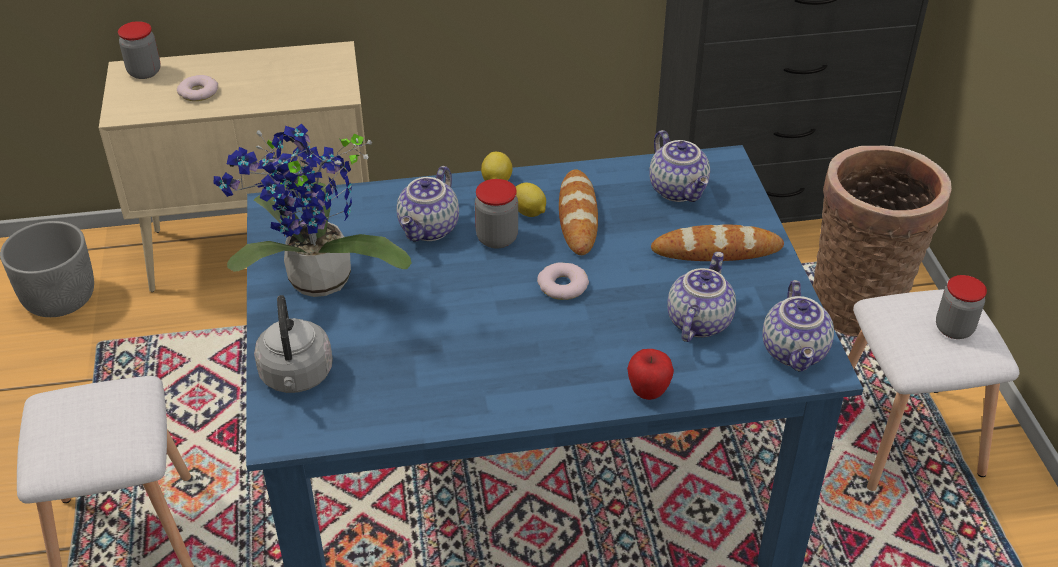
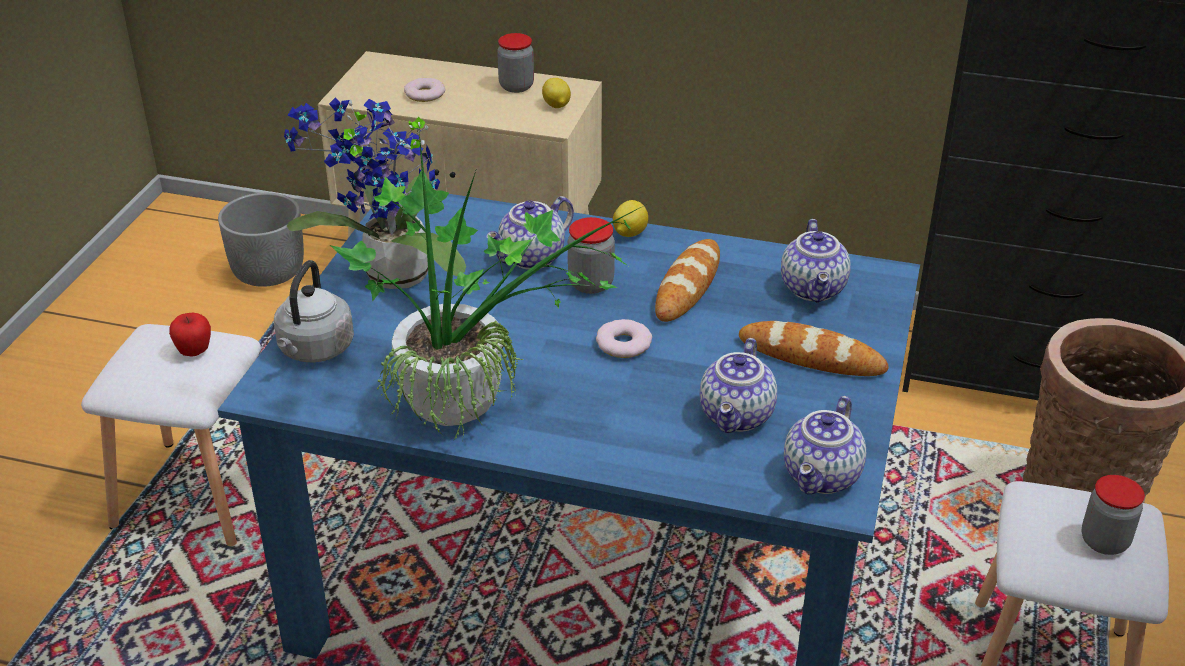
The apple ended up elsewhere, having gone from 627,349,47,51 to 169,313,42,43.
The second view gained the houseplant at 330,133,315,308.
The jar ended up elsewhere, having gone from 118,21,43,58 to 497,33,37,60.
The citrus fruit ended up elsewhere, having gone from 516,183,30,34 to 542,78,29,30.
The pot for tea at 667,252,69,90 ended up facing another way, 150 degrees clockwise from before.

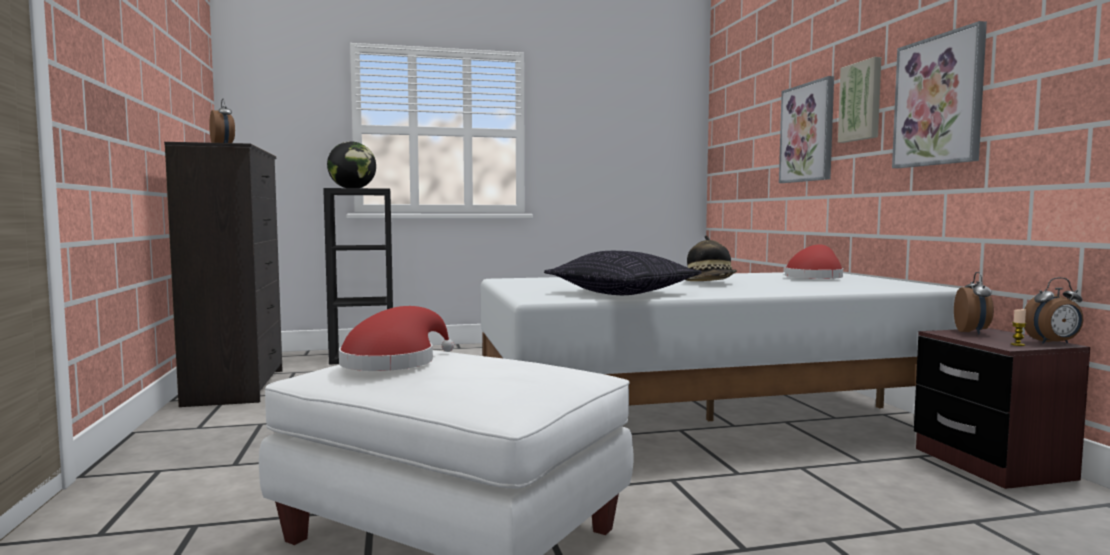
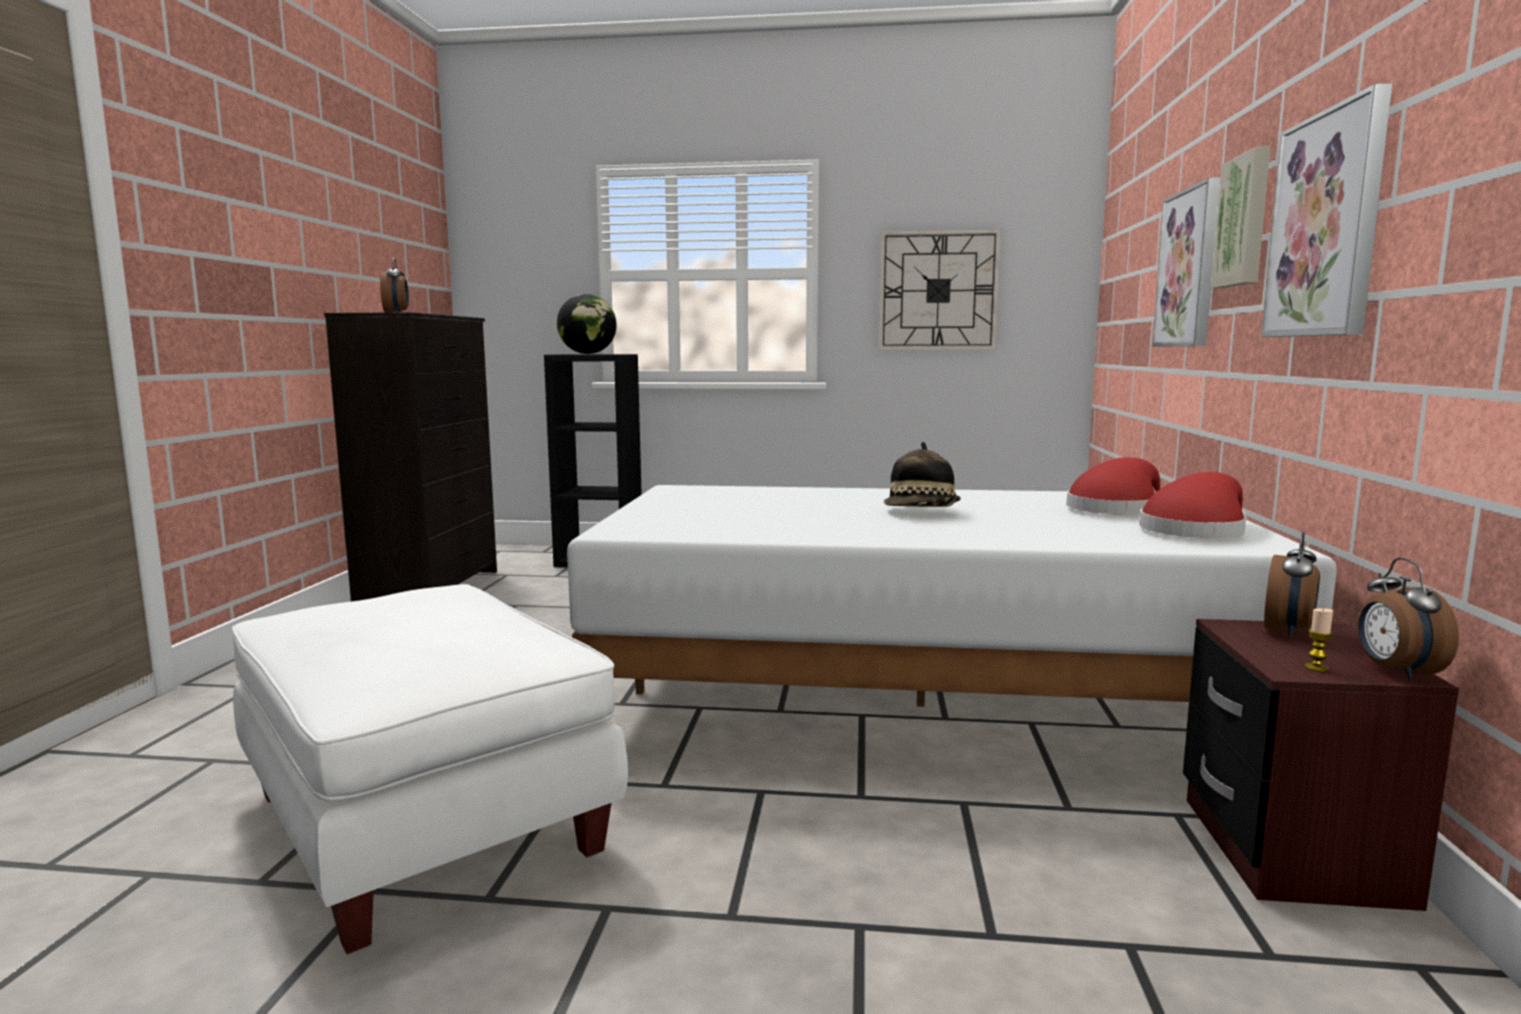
The second view gained the clock on the wall at 878,229,123,121.
The red-coloured hat ended up elsewhere, having gone from 339,306,115,65 to 1139,472,108,66.
The alarm clock at 1024,277,59,67 ended up facing another way, 75 degrees clockwise from before.
The second view lost the throw pillow at 544,251,158,44.

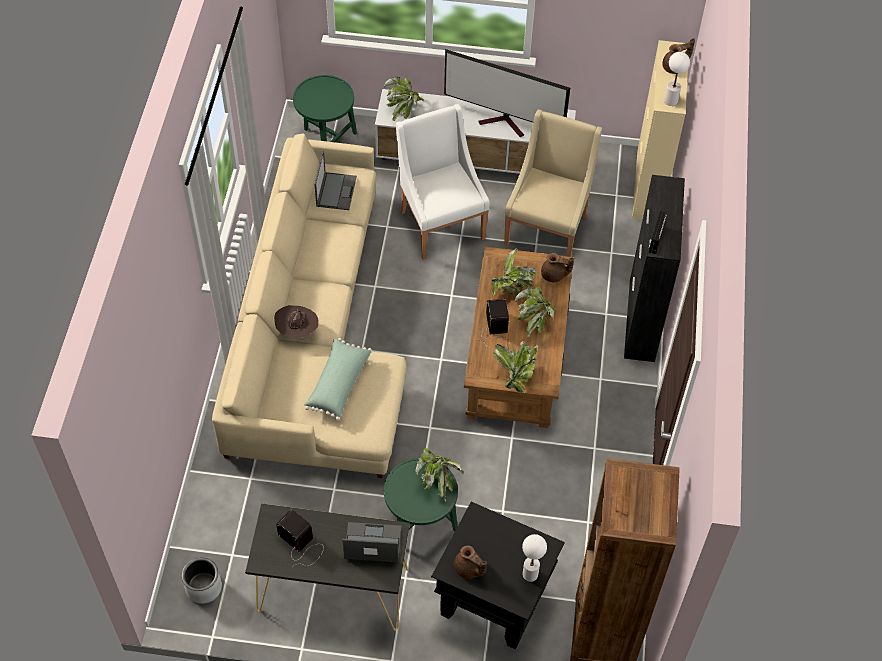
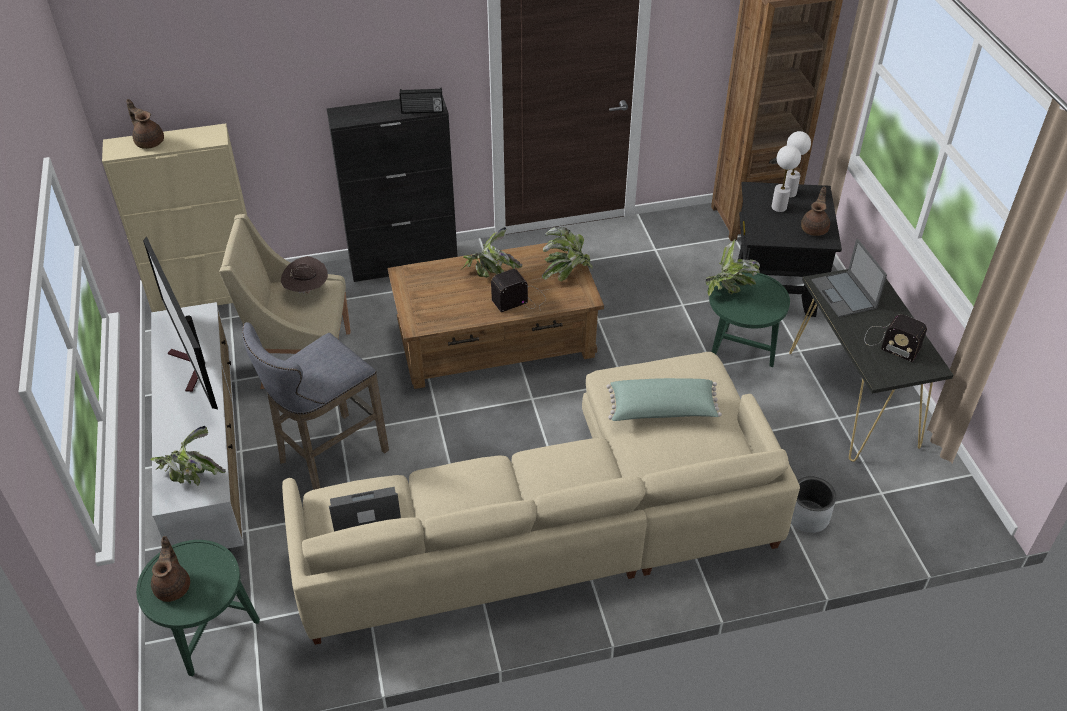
The TV set at 444,49,126,88 ended up facing another way, 150 degrees clockwise from before.
The brownish pot for tea ended up elsewhere, having gone from 541,253,33,30 to 151,536,39,66.
Where the white armchair stood at 396,104,94,156, the greyish sitting stool came to stand at 242,322,147,168.
The brownish hat ended up elsewhere, having gone from 274,305,45,34 to 281,256,47,38.
The white tabletop lamp ended up elsewhere, having gone from 664,52,26,54 to 771,145,30,67.
The greyish planter ended up elsewhere, having gone from 182,557,40,47 to 791,476,45,57.
The radio receiver at 276,510,48,56 ended up facing another way, 75 degrees counterclockwise from before.
The second view lost the houseplant at 492,247,44,49.

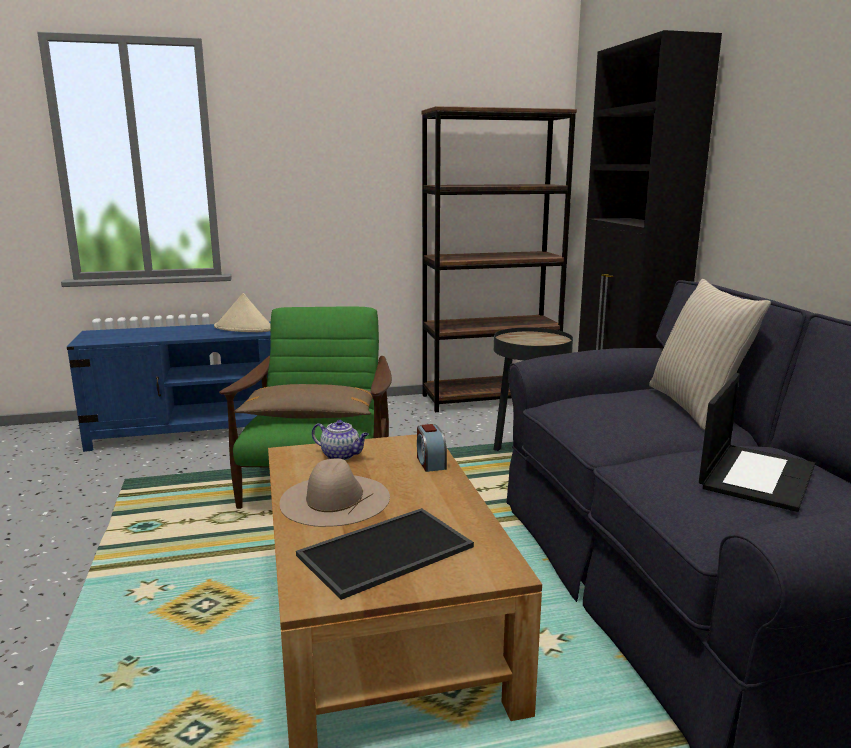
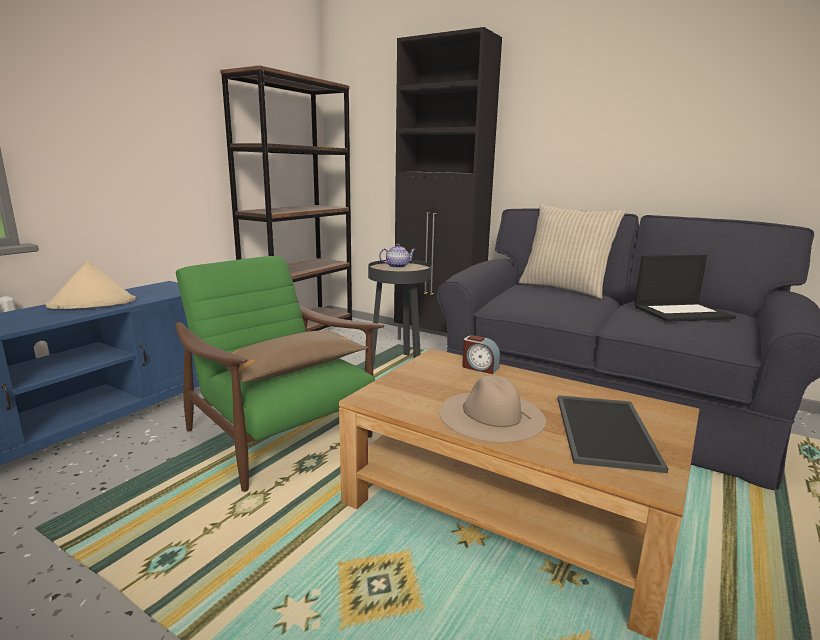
The pot for tea ended up elsewhere, having gone from 312,420,57,40 to 379,244,37,24.
The notebook computer at 699,373,116,139 ended up facing another way, 90 degrees clockwise from before.

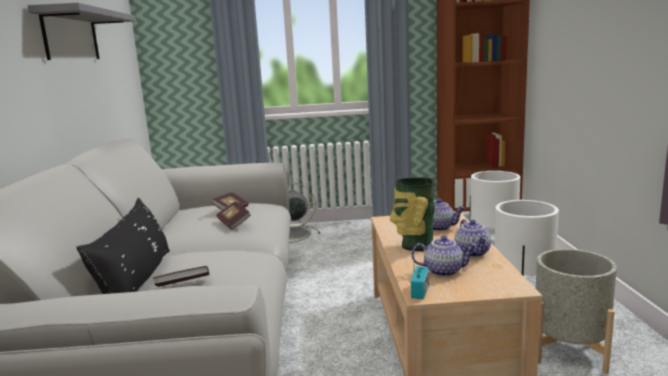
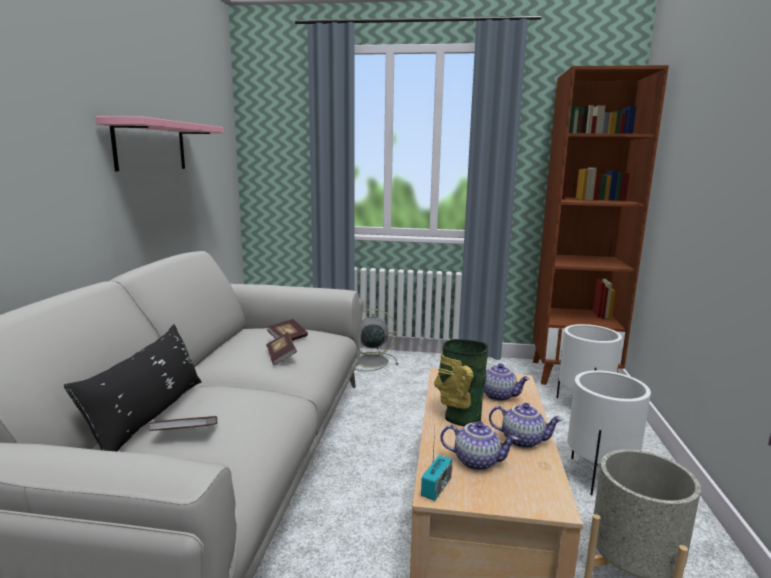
What was the greyish wall shelf at 27,2,109,58 turned into the pink-coloured wall shelf at 96,116,128,55.
The pot for tea at 454,219,37,38 ended up facing another way, 75 degrees counterclockwise from before.

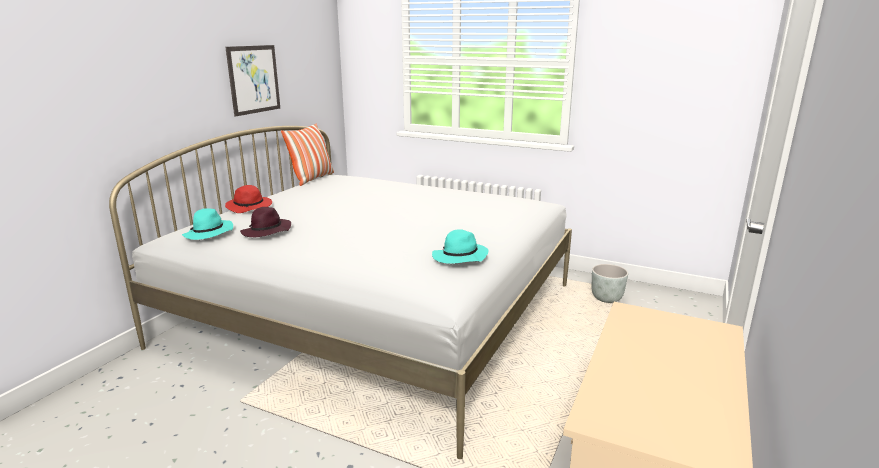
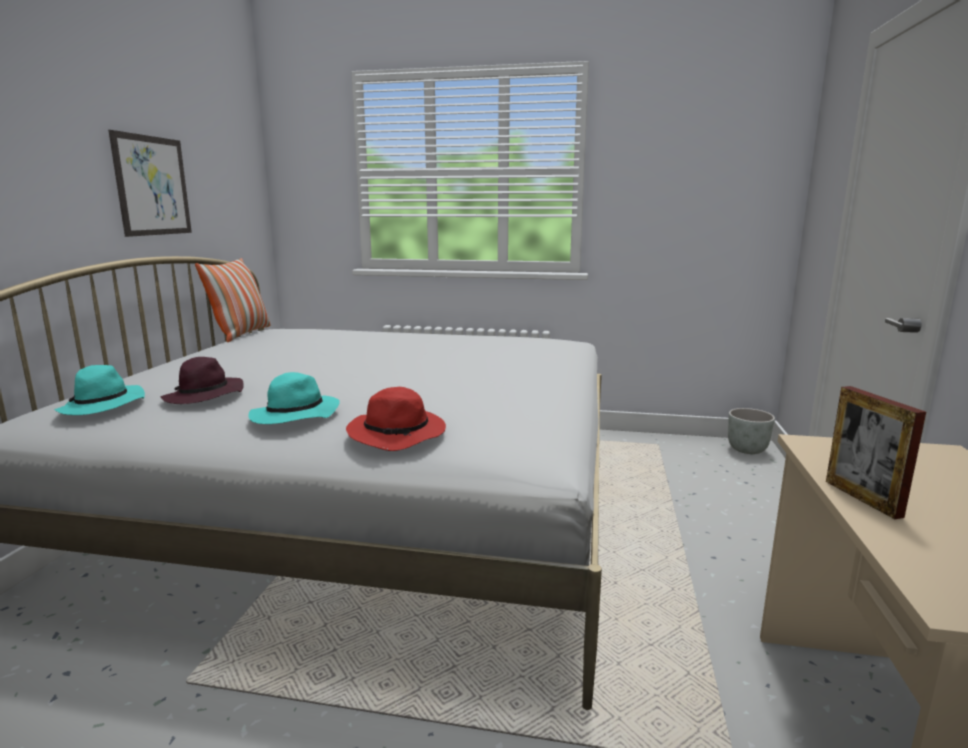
The turquoise hat ended up elsewhere, having gone from 432,229,57,35 to 248,372,92,52.
The red-coloured hat ended up elsewhere, having gone from 225,185,47,28 to 346,387,100,64.
The greyish planter ended up elsewhere, having gone from 592,264,37,39 to 728,408,47,46.
The second view gained the photo frame at 826,386,100,133.

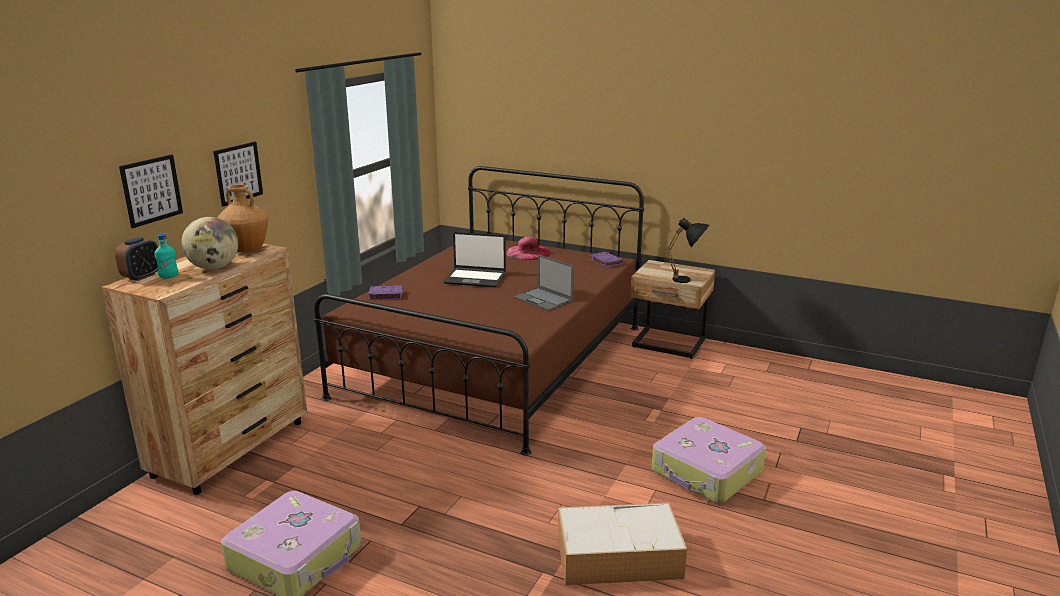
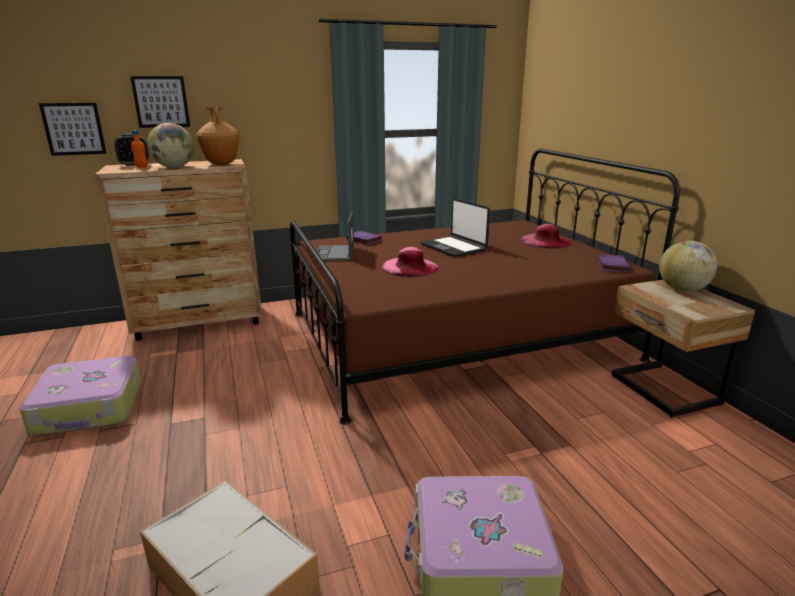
The wall picture ended up elsewhere, having gone from 213,142,50,65 to 39,103,68,53.
What was the turquoise bottle at 154,234,24,45 turned into the orange bottle at 131,130,17,38.
The notebook computer ended up elsewhere, having gone from 514,255,60,56 to 313,211,41,50.
The second view gained the pink-coloured hat at 382,247,56,30.
The second view gained the world globe at 659,241,59,51.
The second view lost the black-coloured tabletop lamp at 666,218,43,65.

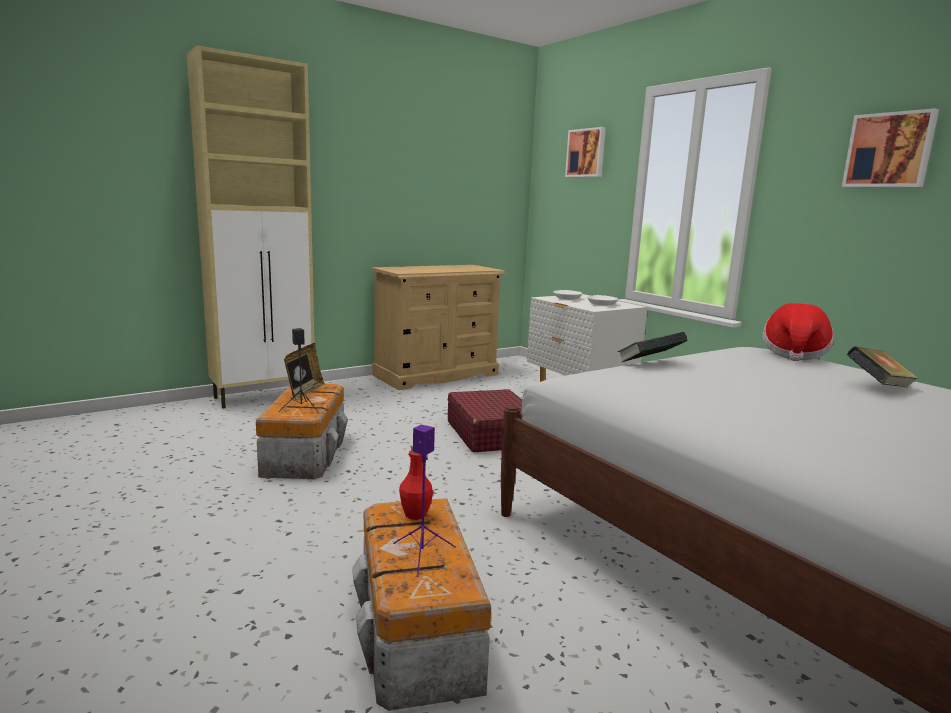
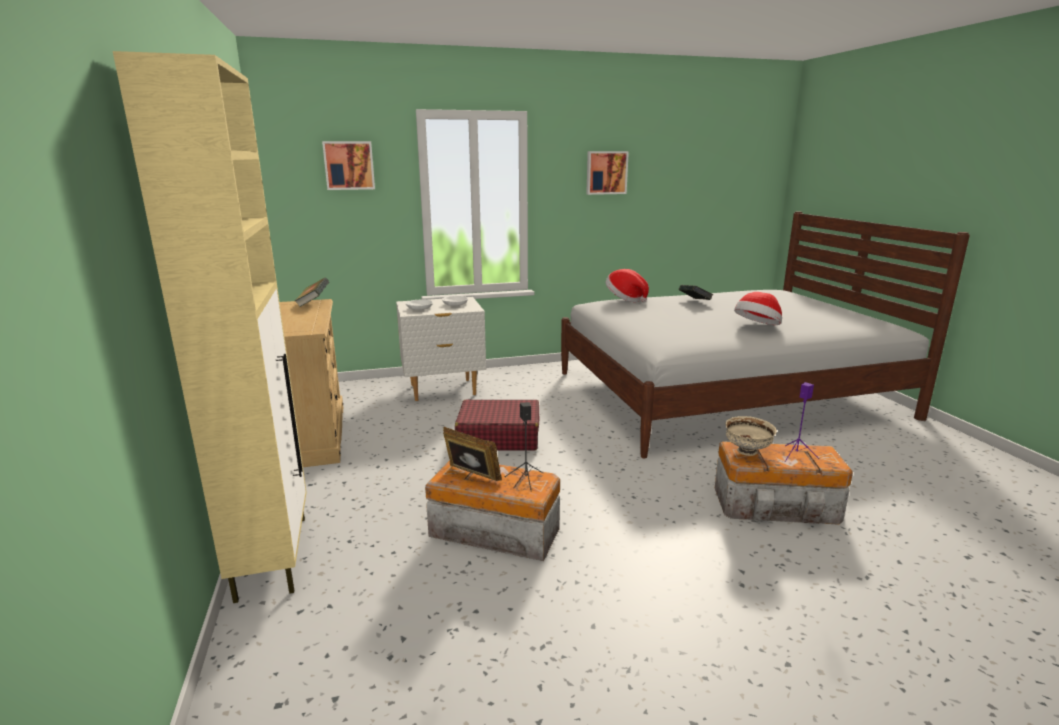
The bound book ended up elsewhere, having gone from 618,332,70,30 to 295,277,34,30.
Where the red-coloured bottle stood at 399,443,34,77, the beige-coloured serving bowl came to stand at 725,416,52,40.
The second view gained the hat at 734,292,48,33.

